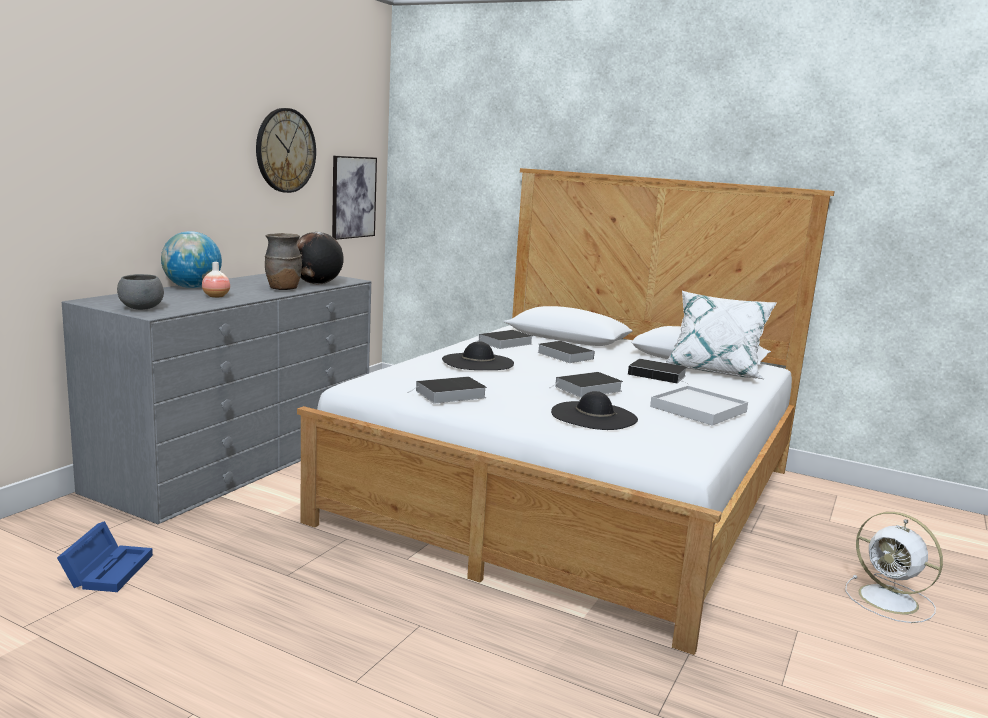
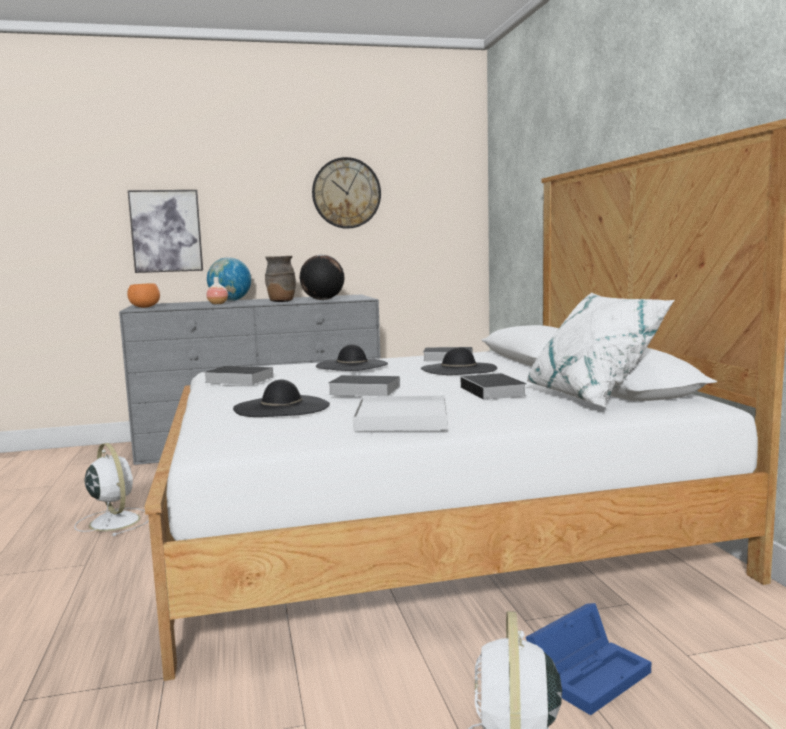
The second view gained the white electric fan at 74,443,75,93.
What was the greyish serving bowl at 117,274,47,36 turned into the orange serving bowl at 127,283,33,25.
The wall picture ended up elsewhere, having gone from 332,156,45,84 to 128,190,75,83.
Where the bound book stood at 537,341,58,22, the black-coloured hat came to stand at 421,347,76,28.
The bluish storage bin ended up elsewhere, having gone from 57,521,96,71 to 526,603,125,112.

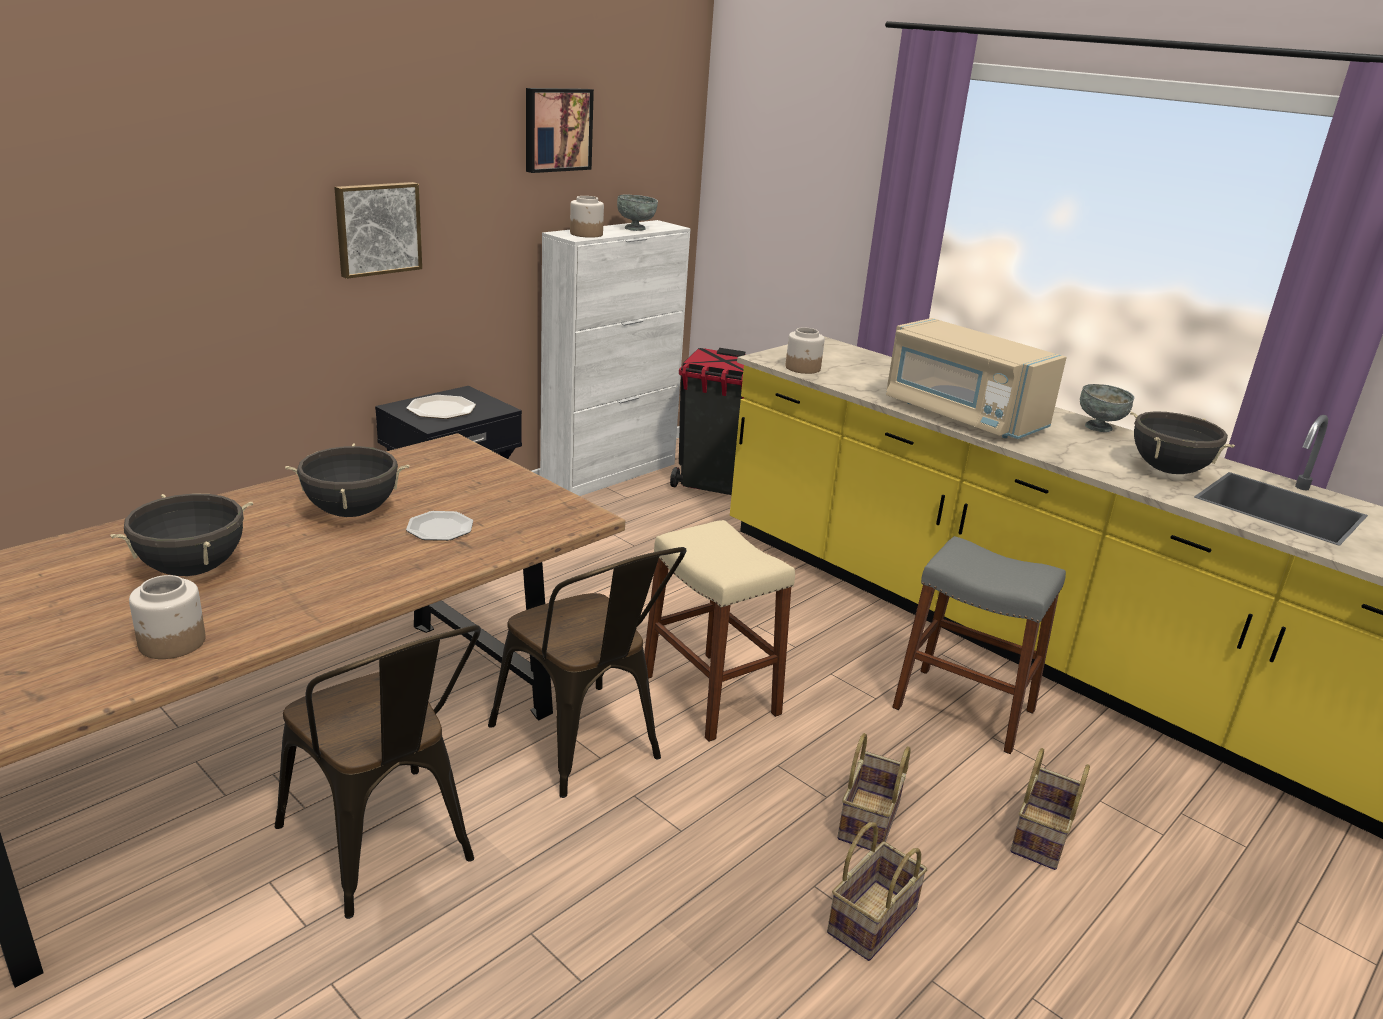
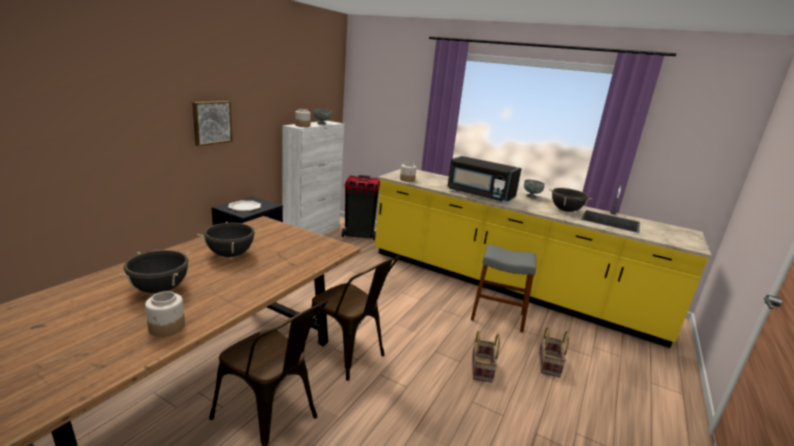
What was the beige-coloured microwave at 886,318,181,121 turned into the black-coloured microwave at 447,156,75,47.
The second view lost the plate at 406,511,67,30.
The second view lost the wall picture at 526,88,68,85.
The second view lost the beige-coloured sitting stool at 644,520,151,222.
The second view lost the basket at 827,822,100,139.

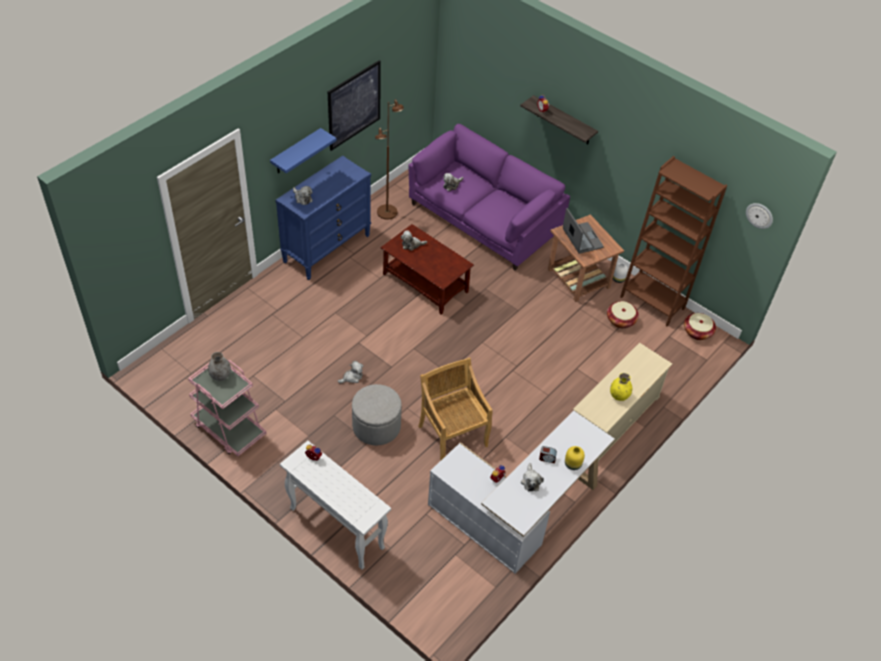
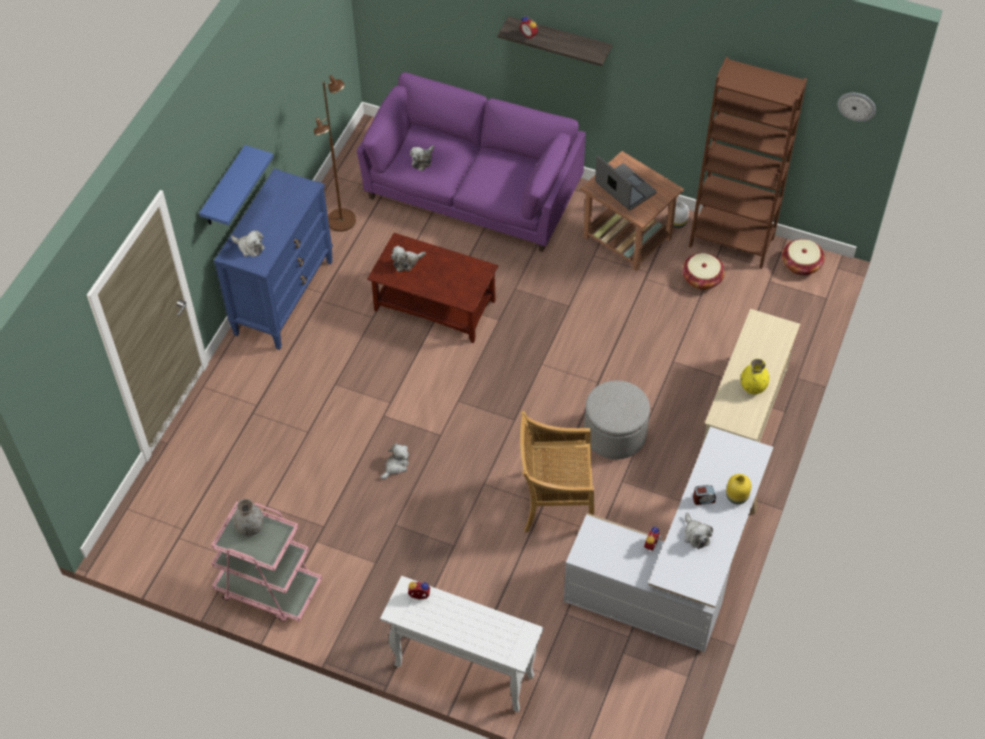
The beige-coloured chair at 418,357,75,104 ended up facing another way, 45 degrees counterclockwise from before.
The greyish pouffe ended up elsewhere, having gone from 352,384,50,62 to 584,380,66,79.
The second view lost the wall picture at 328,60,53,91.

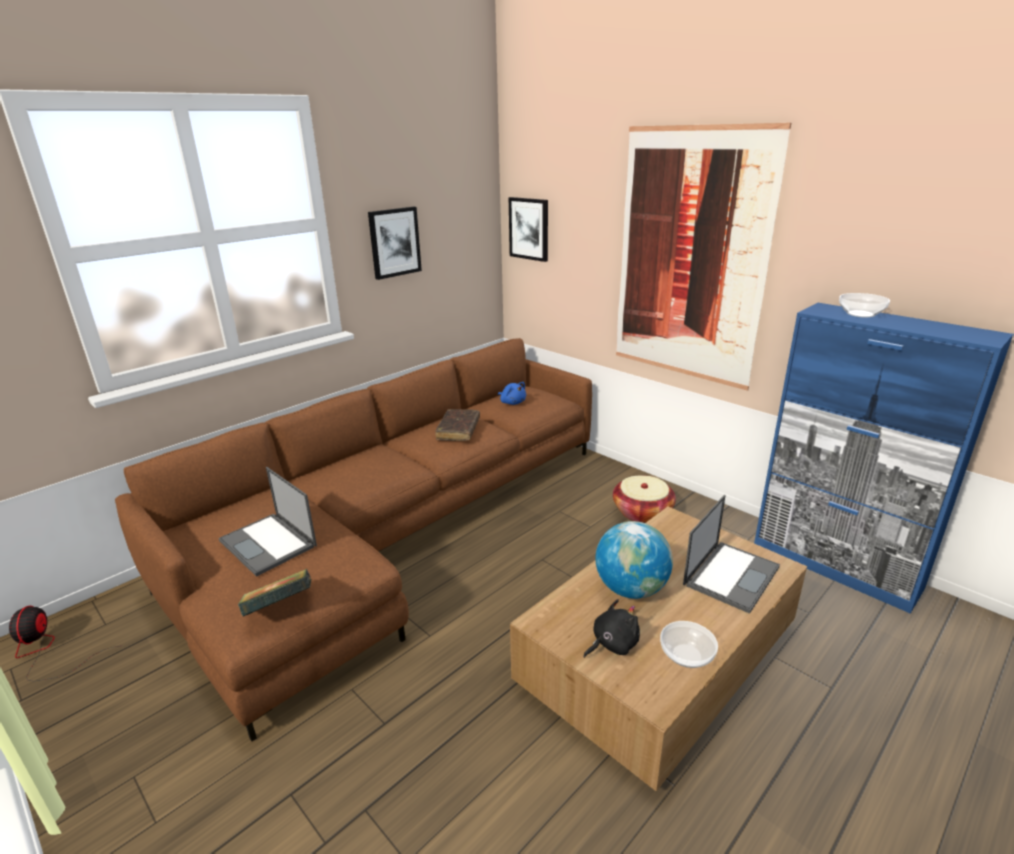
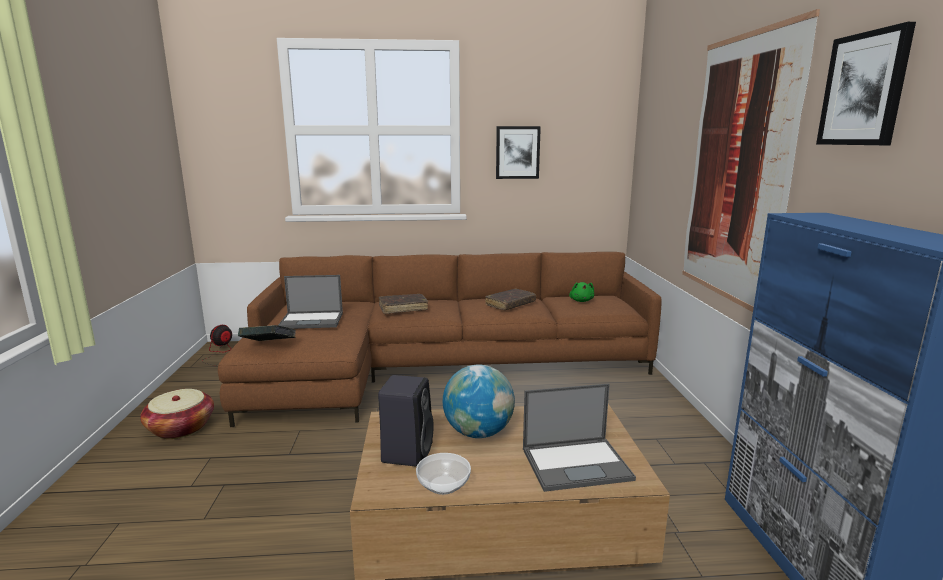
The basket ended up elsewhere, having gone from 613,475,63,48 to 140,389,74,50.
The notebook computer at 219,467,98,110 ended up facing another way, 90 degrees counterclockwise from before.
Where the black-coloured plush toy stood at 583,599,57,59, the black-coloured speaker came to stand at 378,375,56,92.
The second view gained the brownish bound book at 379,294,49,20.
What was the bluish plush toy at 498,382,28,23 turned into the greenish plush toy at 569,282,25,20.
The wall picture ended up elsewhere, having gone from 509,197,39,65 to 816,22,100,123.
The second view lost the serving bowl at 839,293,51,24.

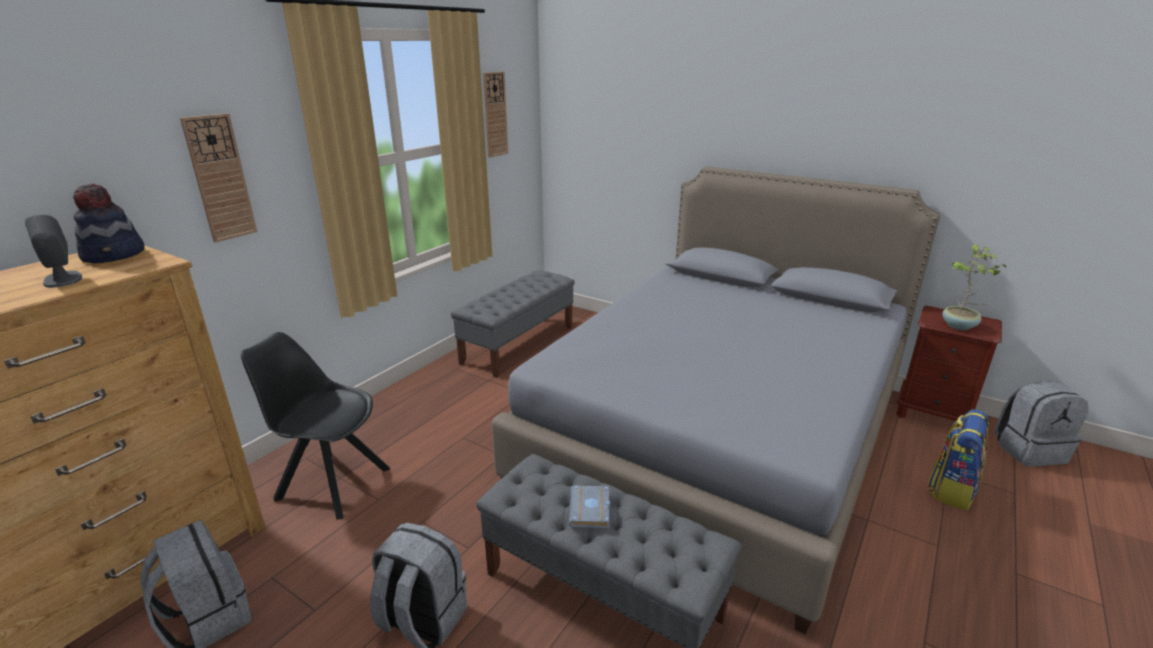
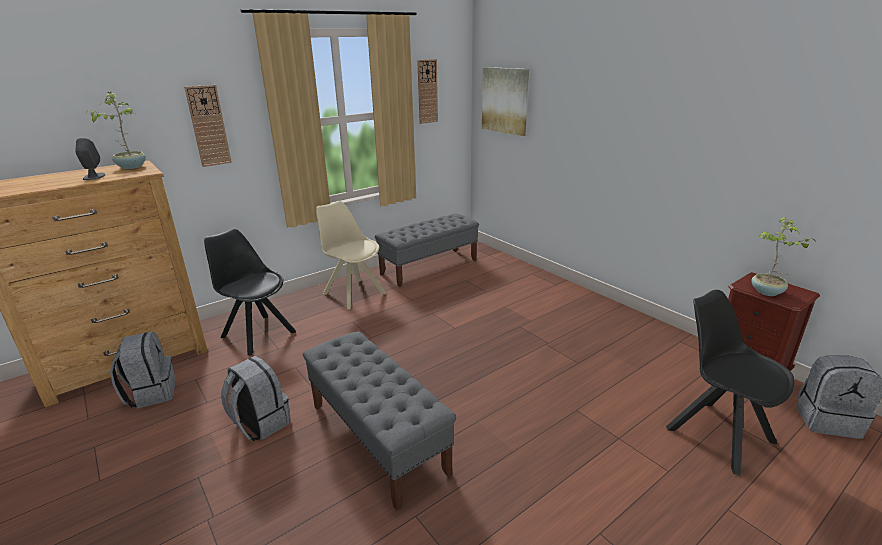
Where the hat stood at 73,183,72,80, the houseplant came to stand at 86,92,60,77.
The second view gained the beige-coloured chair at 316,201,70,108.
The second view gained the wall picture at 482,67,47,69.
Where the knapsack stood at 927,409,62,102, the black-coloured chair came to stand at 666,290,128,185.
The second view lost the greyish bedroom bed at 491,167,449,468.
The second view lost the greyish bound book at 569,485,41,44.

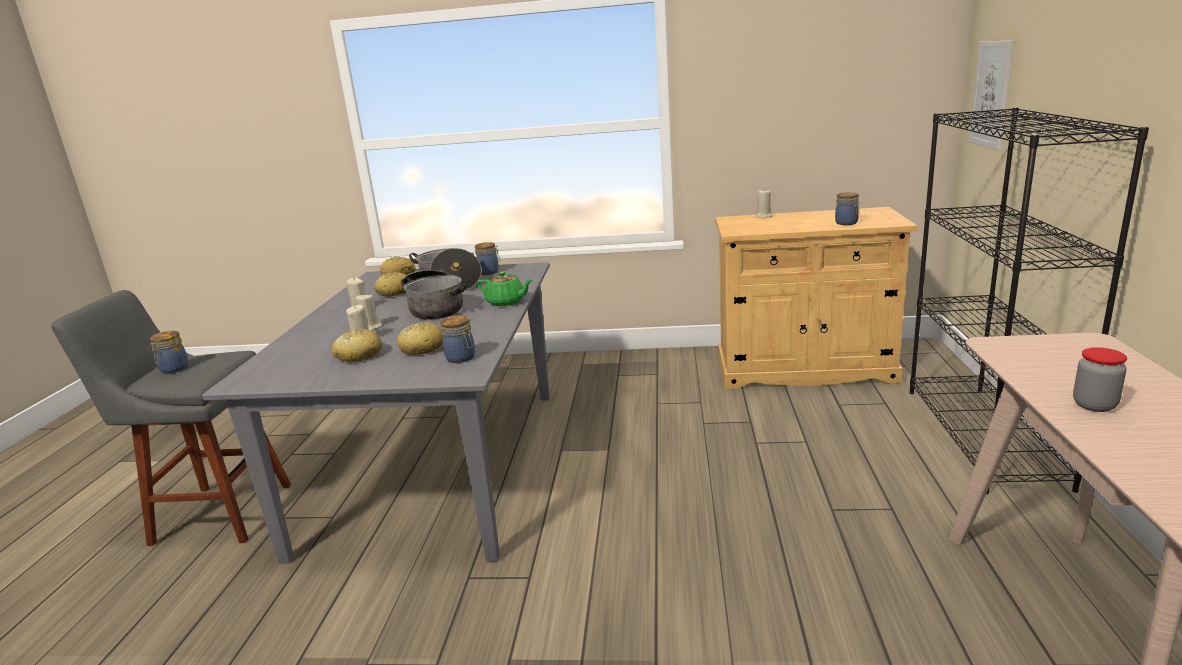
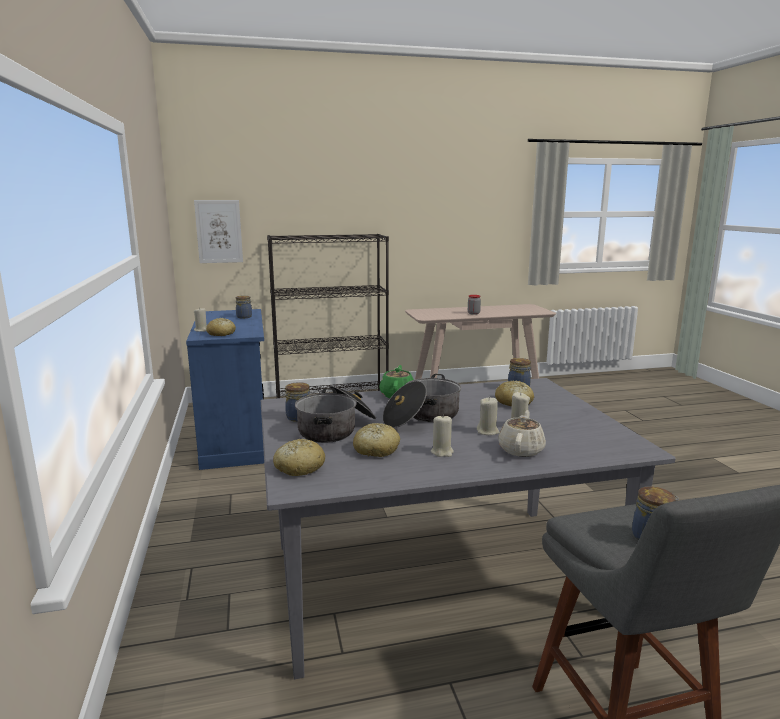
What was the beige-coloured storage cabinet at 715,207,202,182 turned into the bluish storage cabinet at 186,309,78,161.
The bakery bread ended up elsewhere, having gone from 332,329,50,34 to 206,318,30,18.
The second view gained the beige-coloured pot for tea at 498,410,48,47.

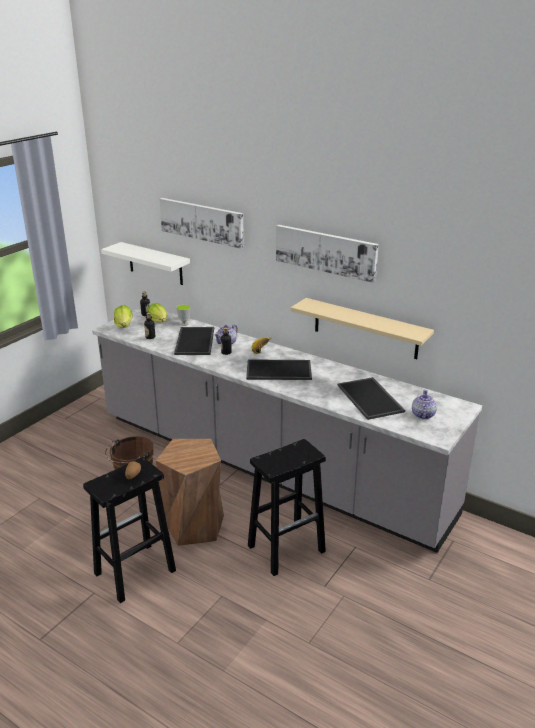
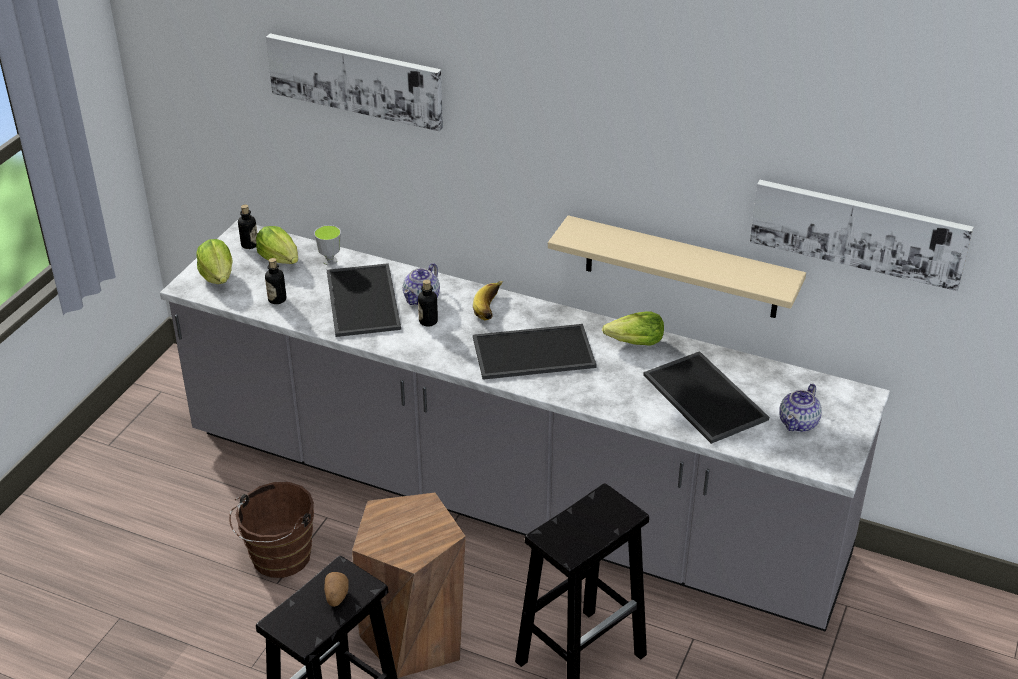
The second view gained the lettuce head at 602,311,62,35.
The wall picture ended up elsewhere, having gone from 276,225,103,58 to 750,180,223,111.
The pot for tea at 412,390,25,30 ended up facing another way, 150 degrees counterclockwise from before.
The second view lost the white wall shelf at 101,242,89,43.

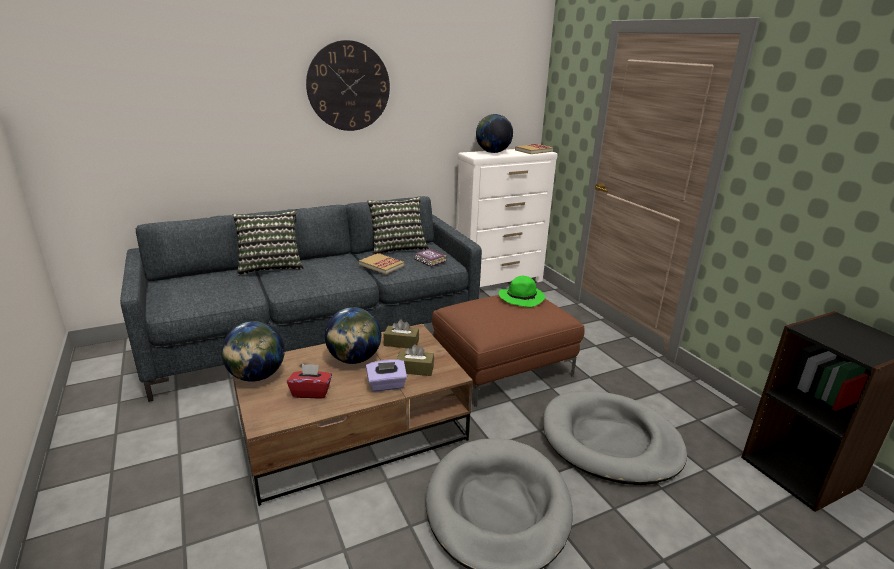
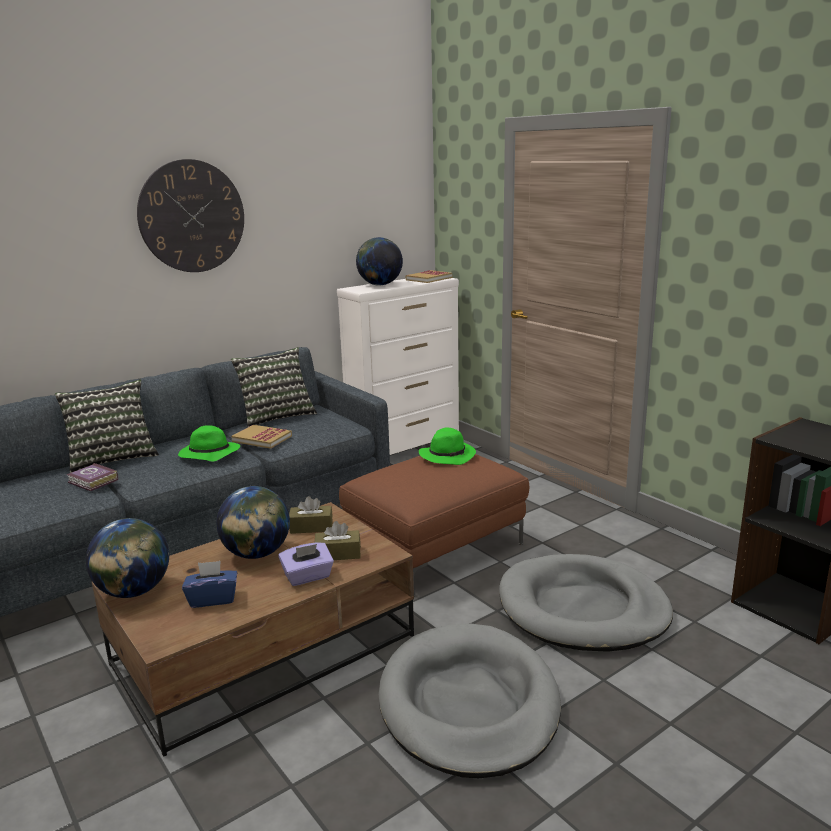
The bound book ended up elsewhere, having gone from 414,248,33,19 to 66,463,52,28.
The second view gained the greenish hat at 178,425,62,36.
What was the red-coloured tissue box at 287,364,45,35 turned into the bluish tissue box at 182,561,55,47.

